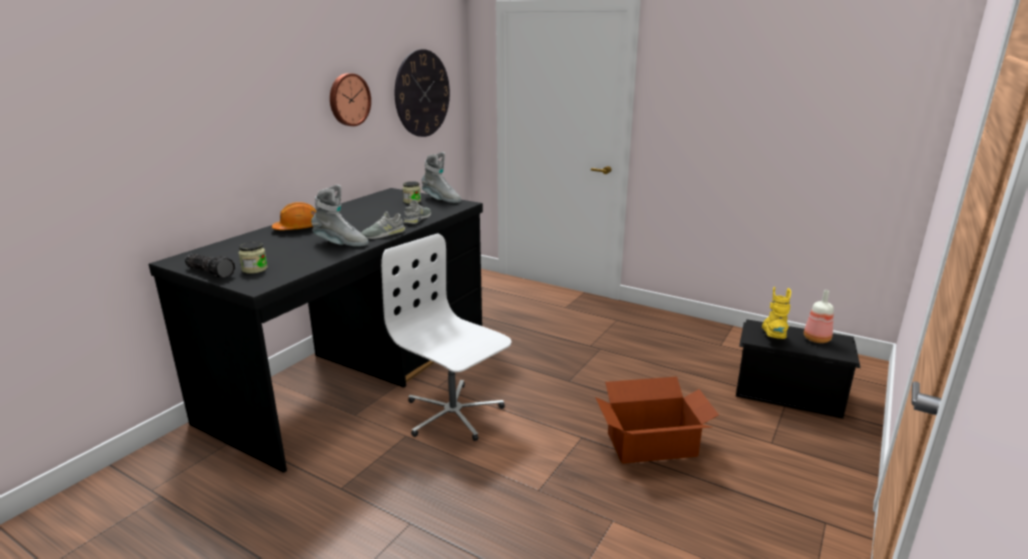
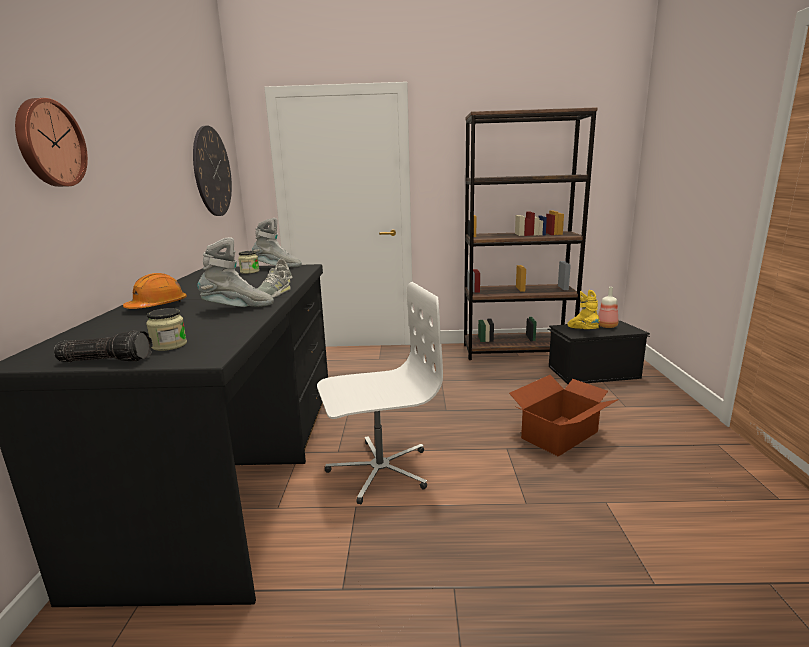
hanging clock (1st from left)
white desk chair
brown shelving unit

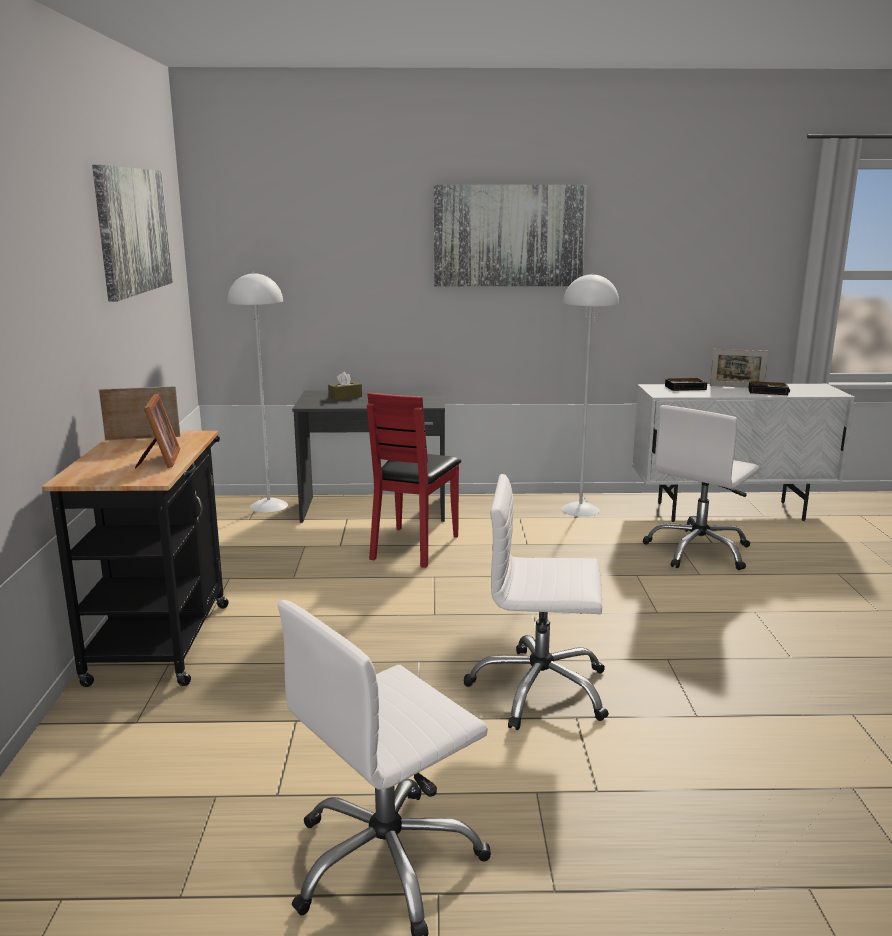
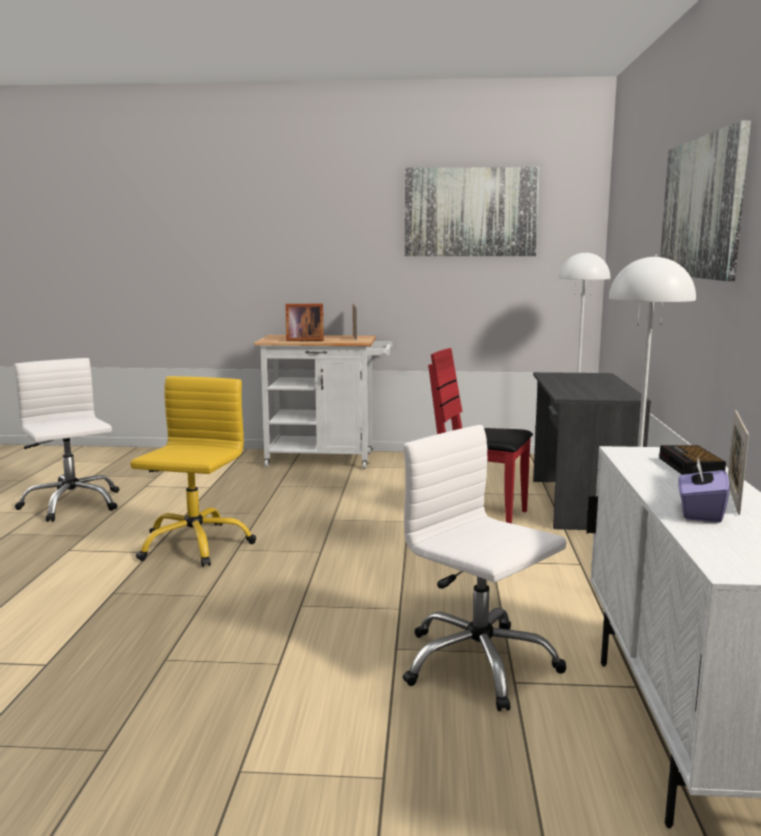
white trolley
brown tissue box
yellow-coloured desk chair
purple-coloured tissue box

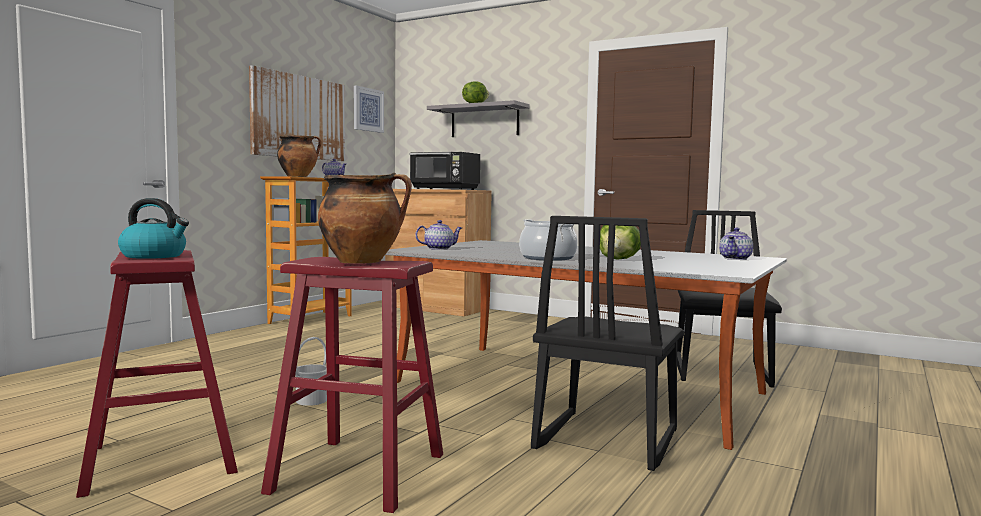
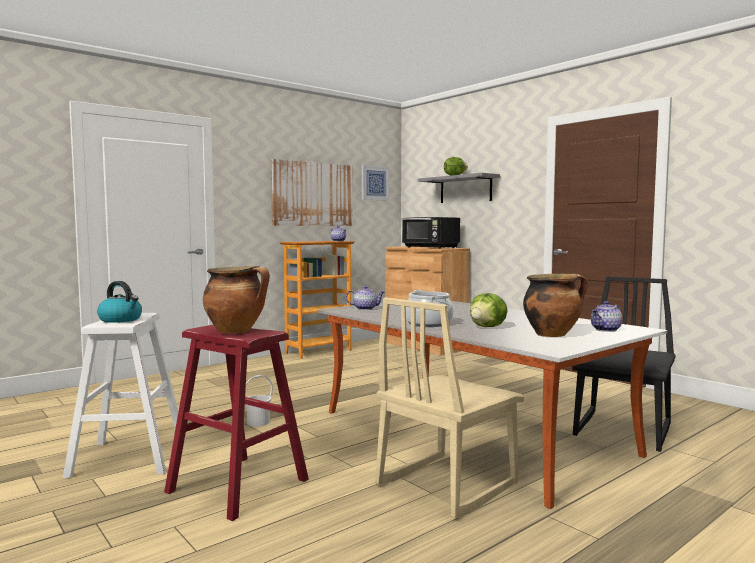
white stool
cooking pot (3rd from left)
beige-coloured plain chair

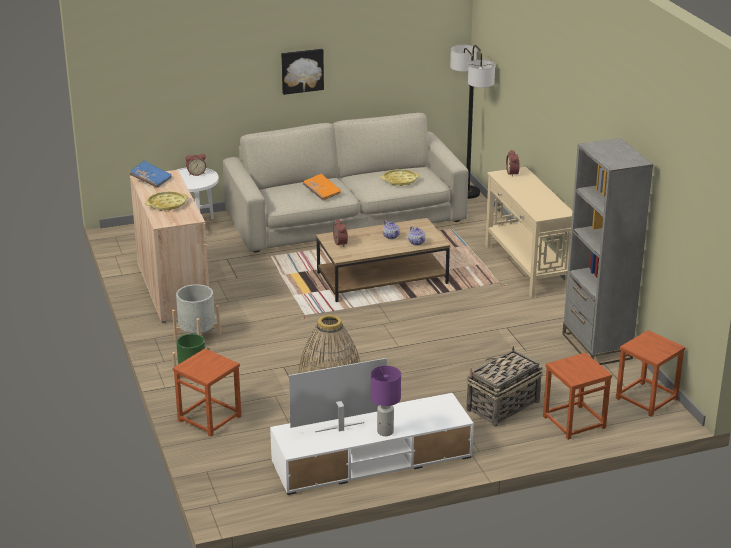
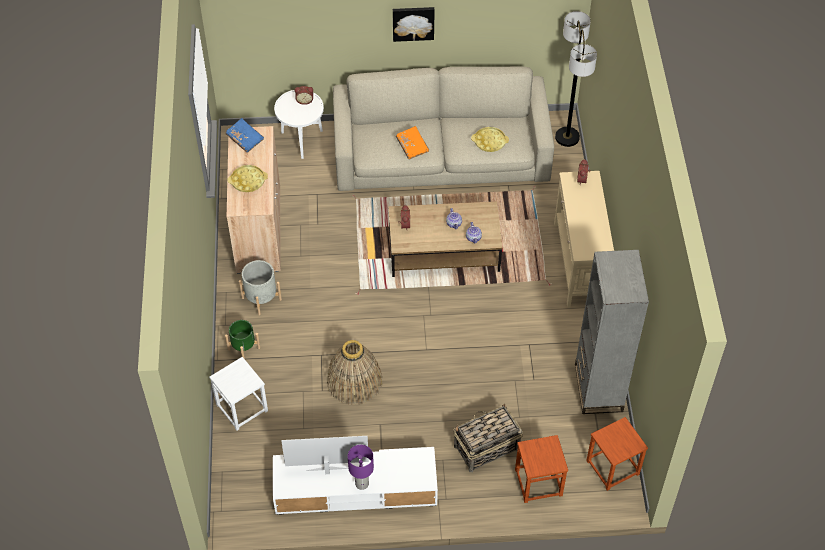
white stool

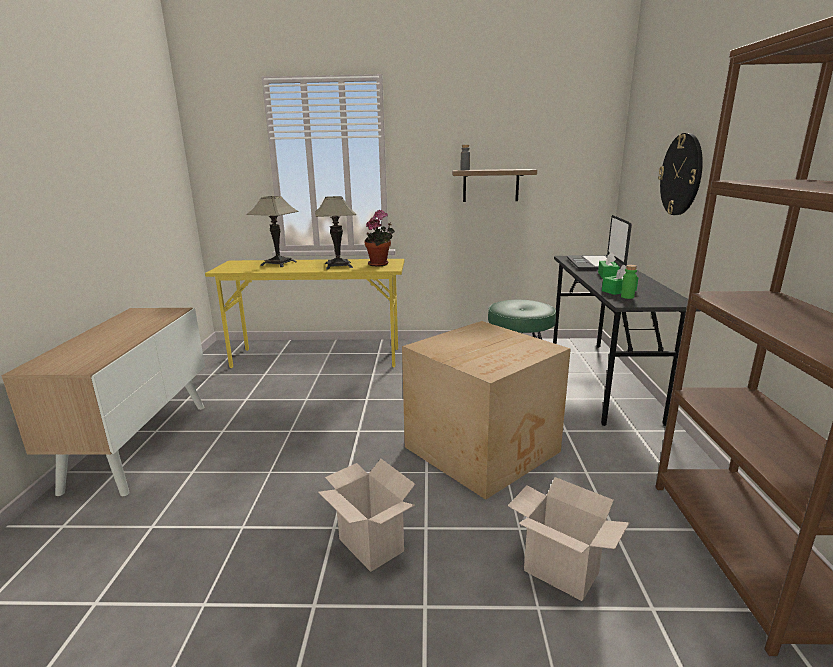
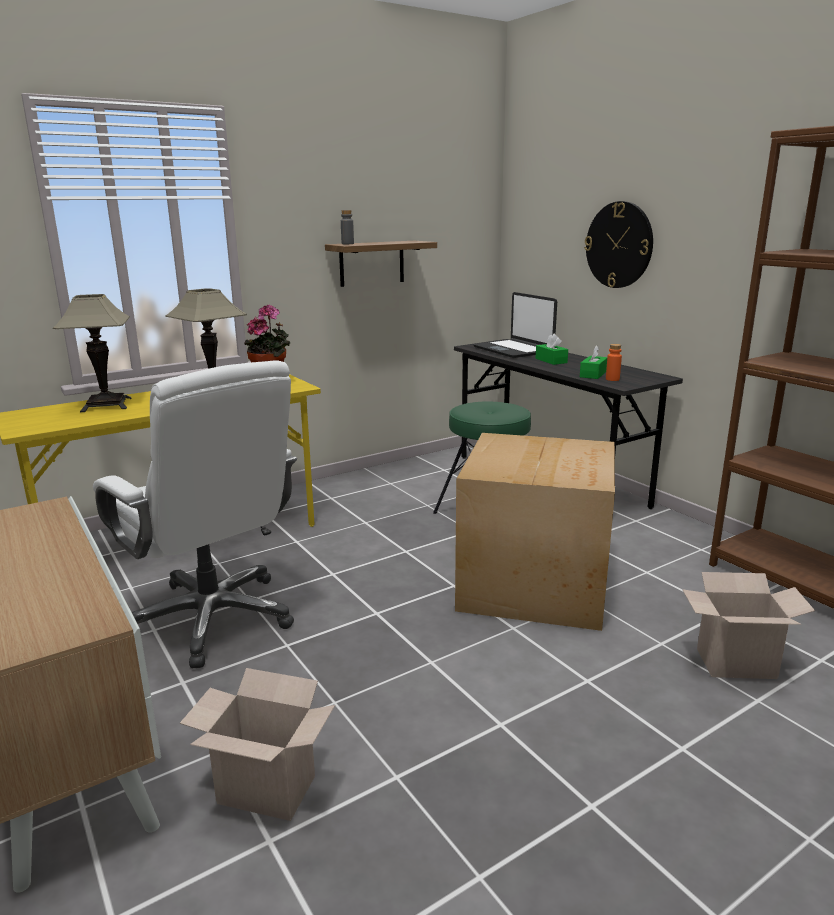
cardboard box (1st from left)
orangey bottle
white desk chair

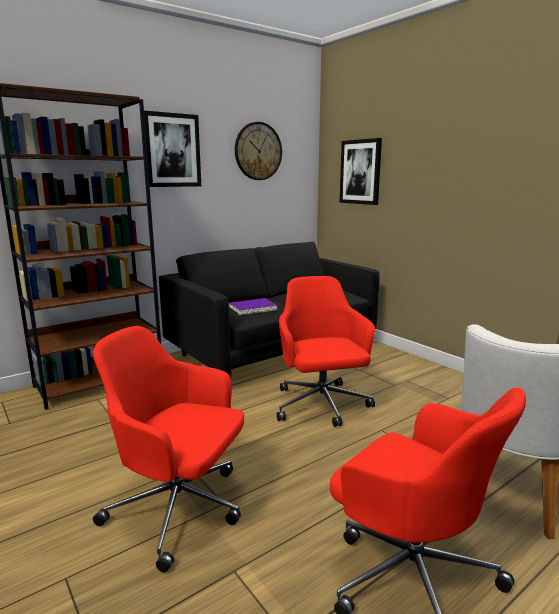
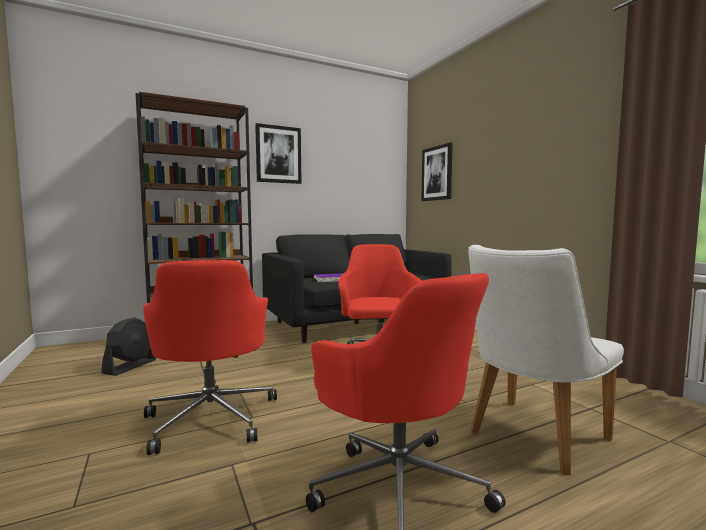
red-coloured desk chair (1st from left)
hanging clock
black-coloured fan

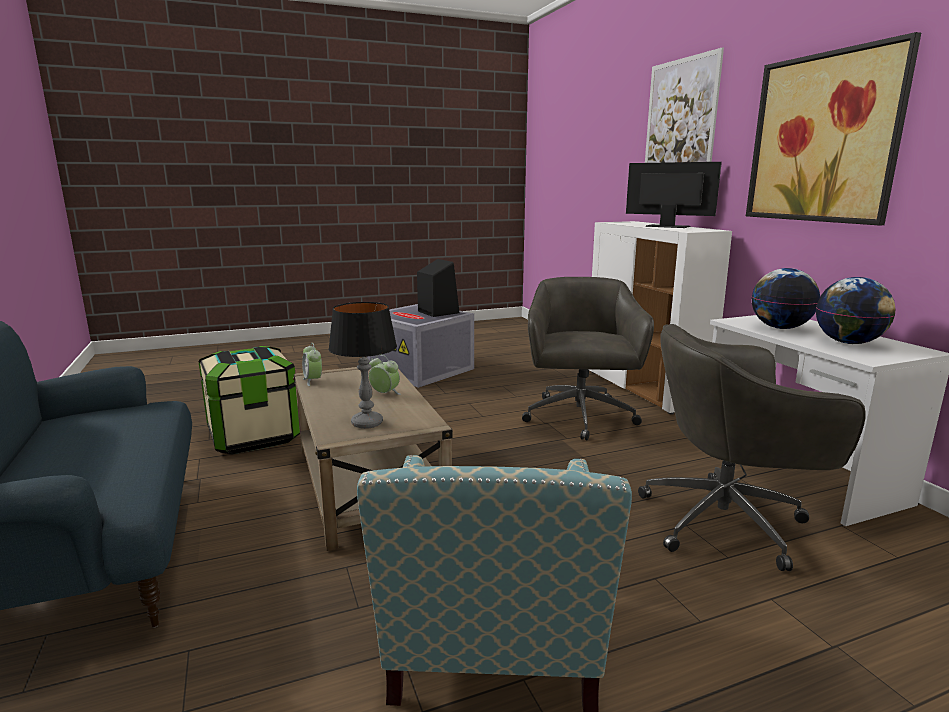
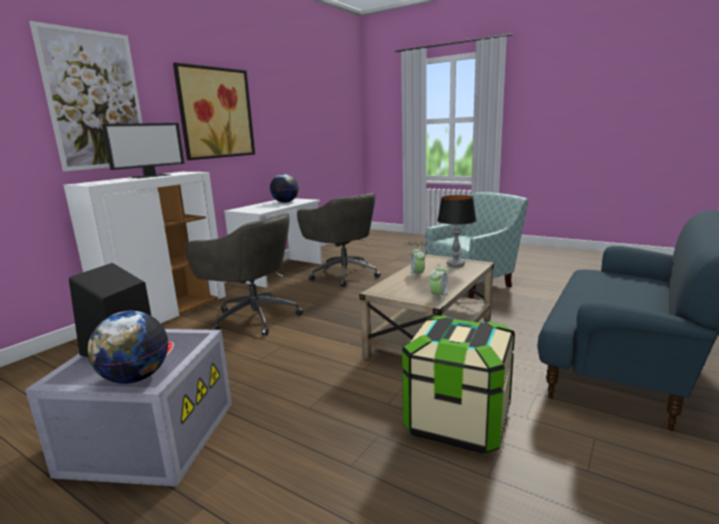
greyish desk chair (1st from left)
computer screen
world globe (1st from left)

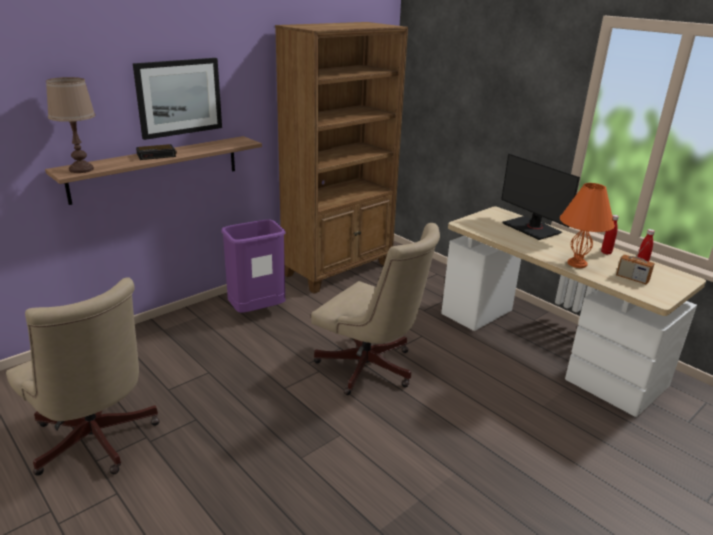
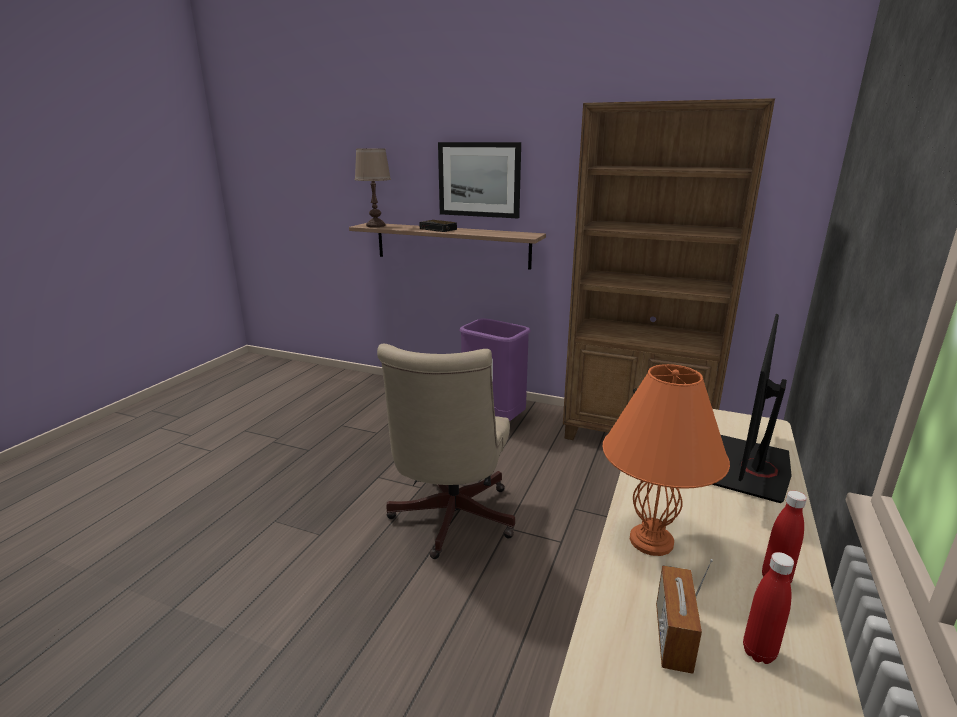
beige-coloured desk chair (1st from left in the first image)

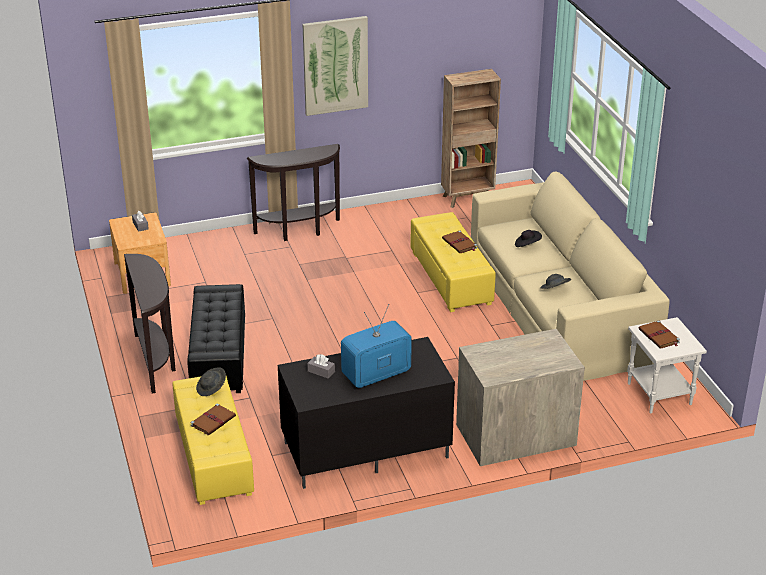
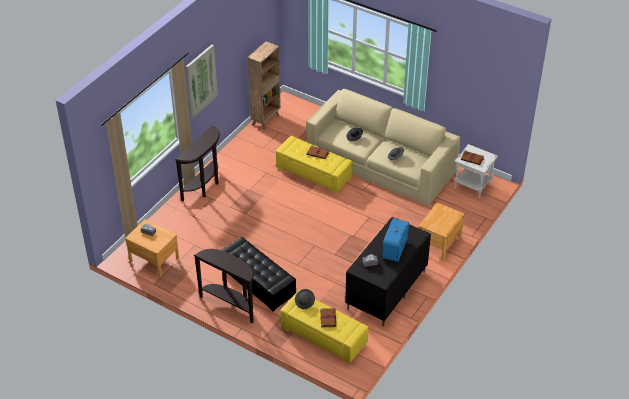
brown bedside table (2nd from left)

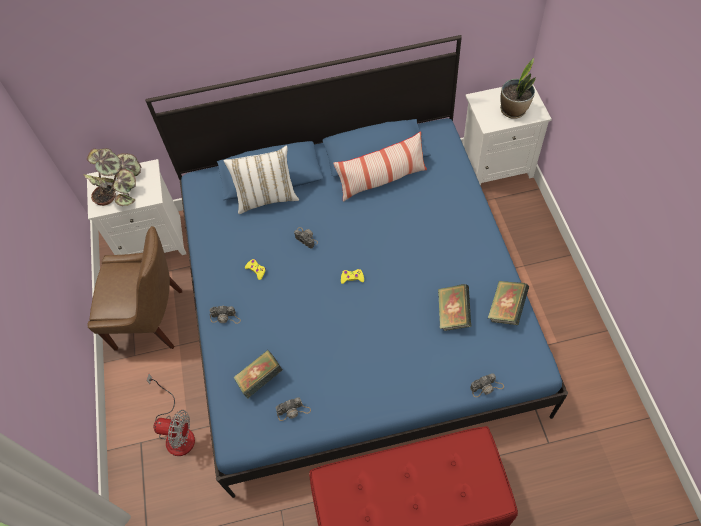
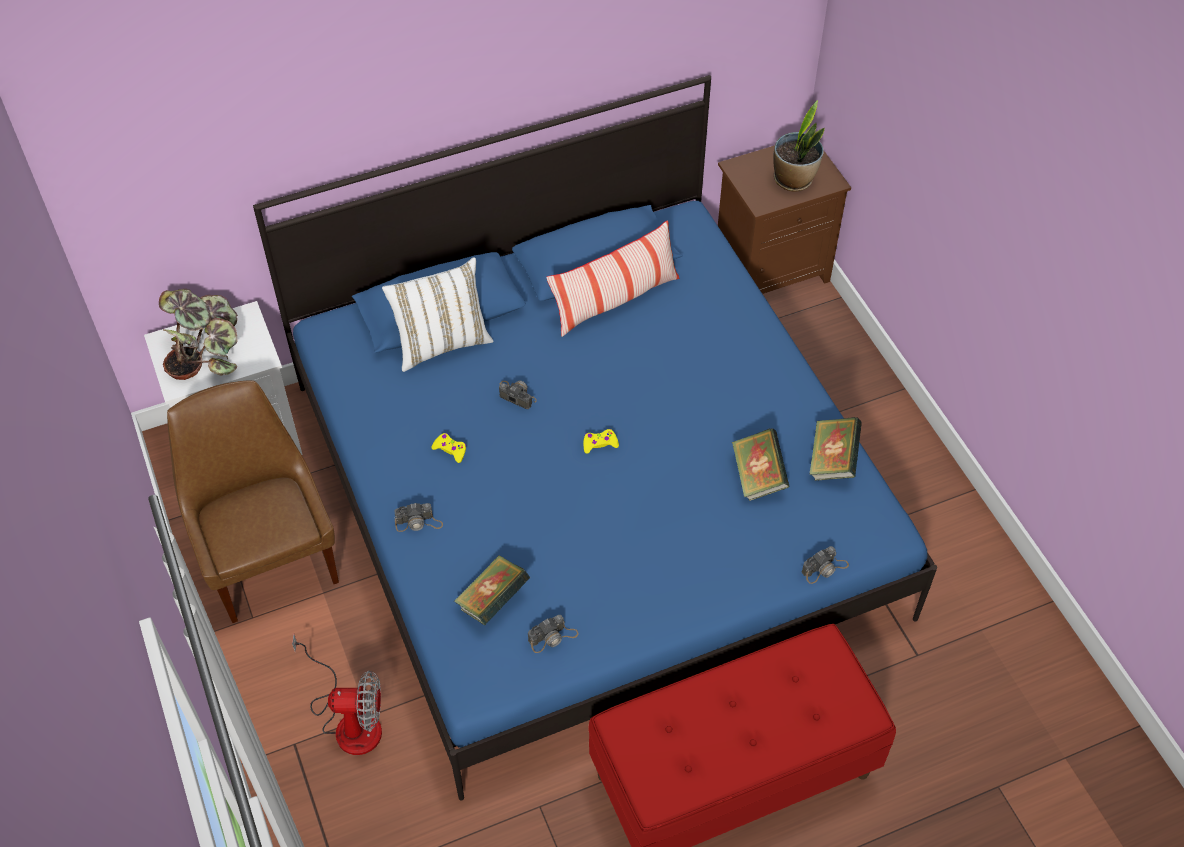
brown plain chair
brown bedside table

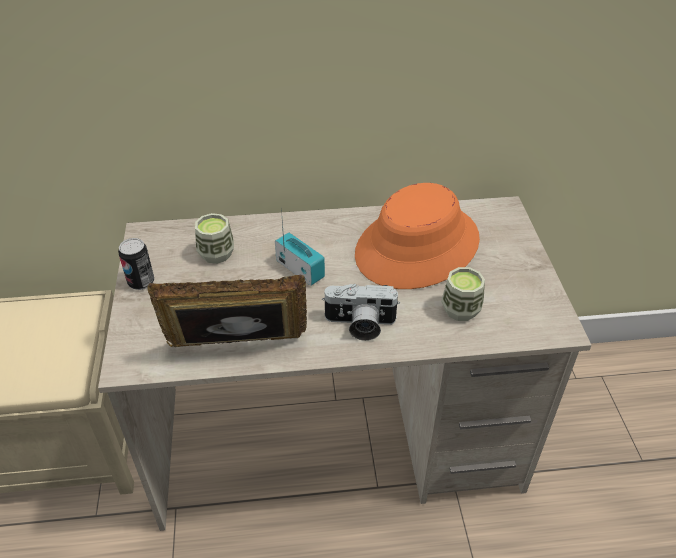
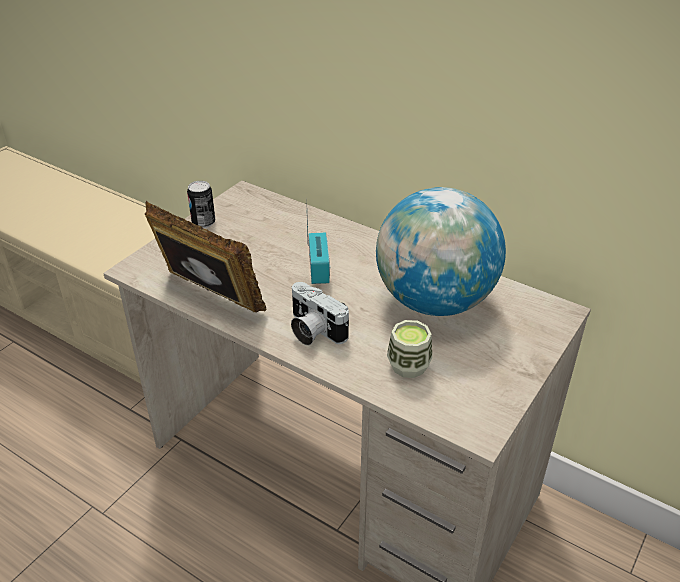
cup (1st from left in the first image)
world globe

